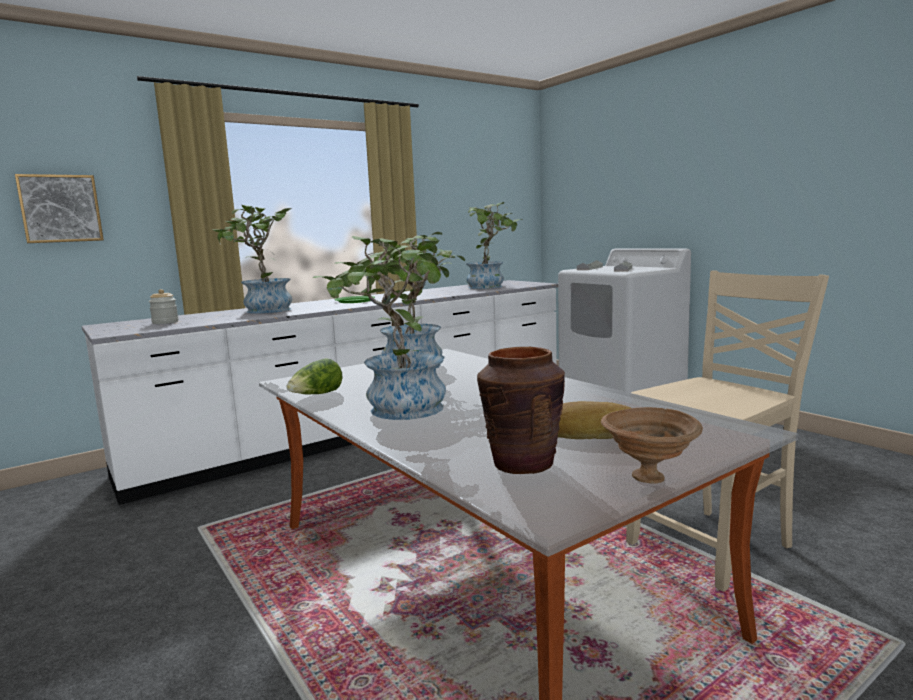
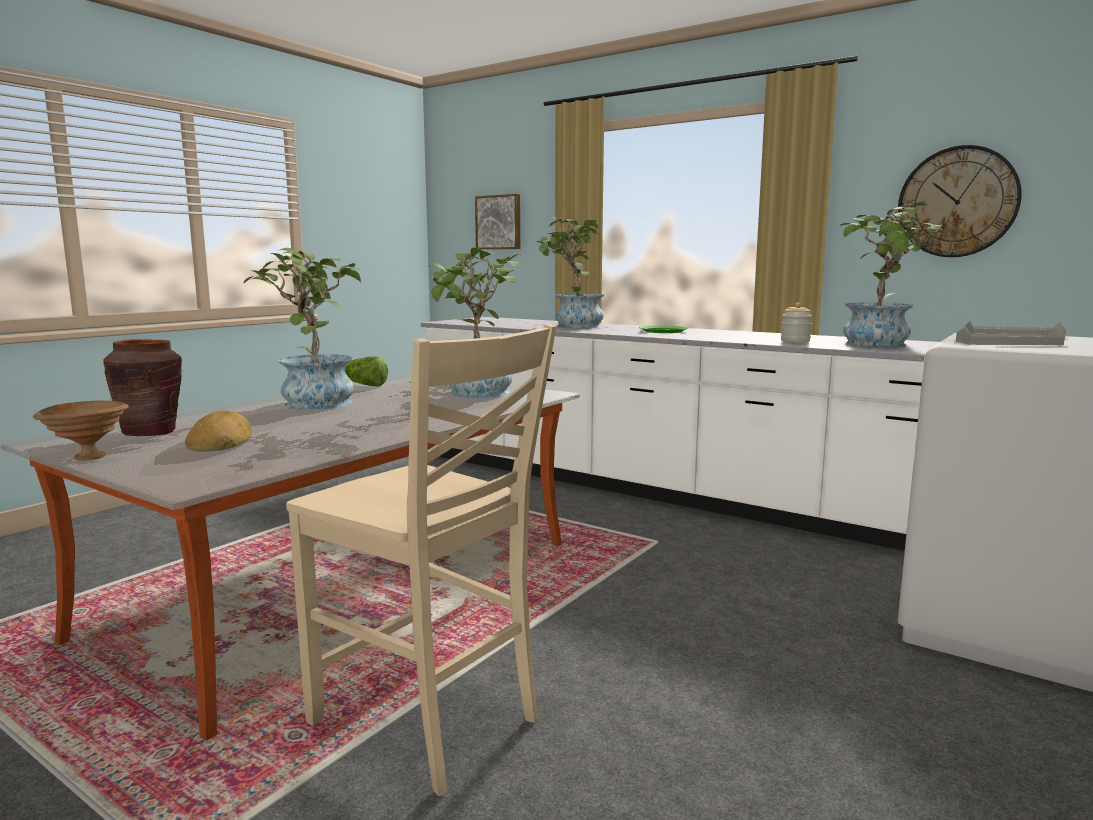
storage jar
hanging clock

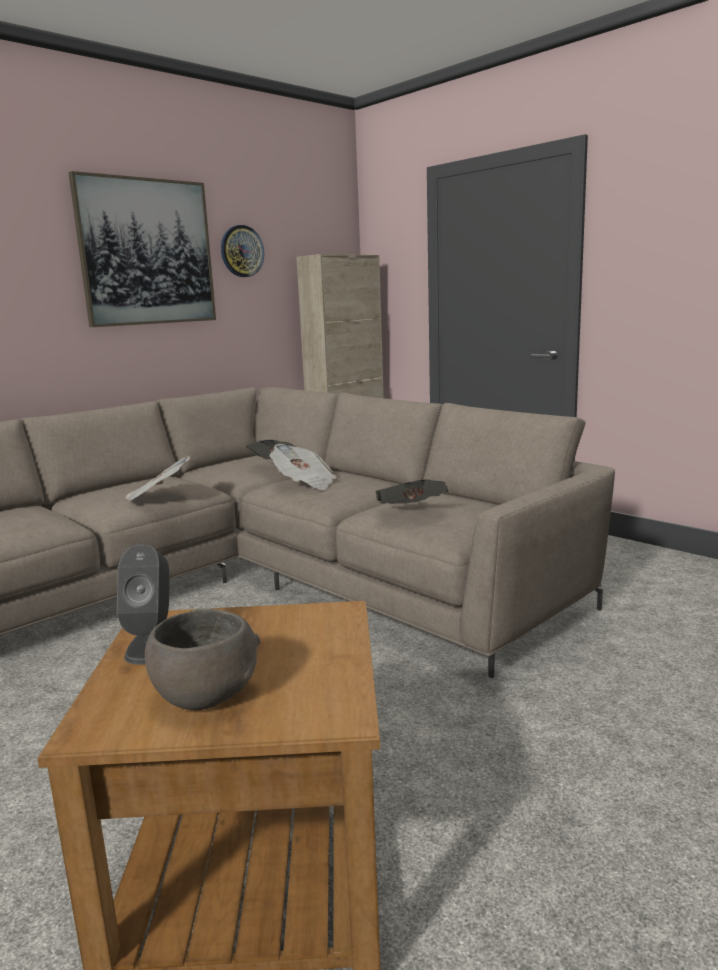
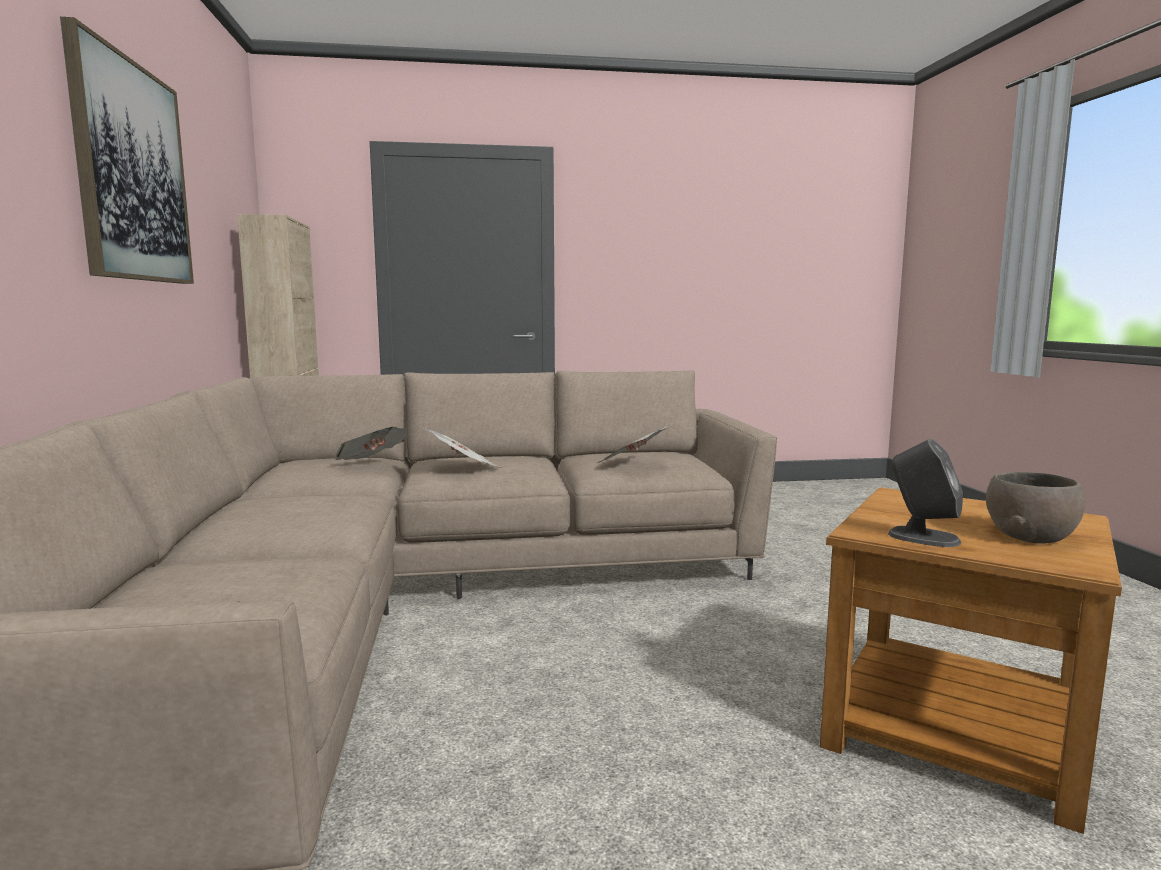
newspaper (1st from left in the first image)
hanging clock

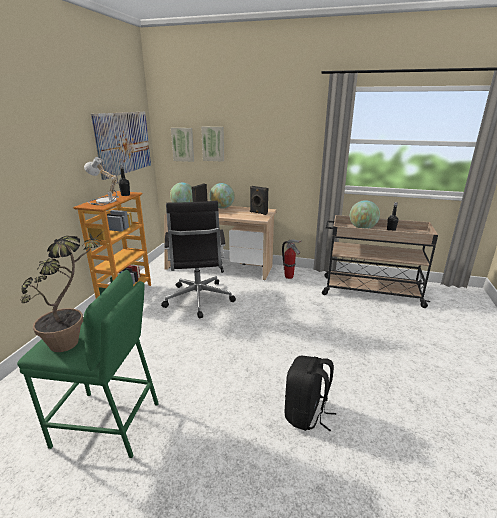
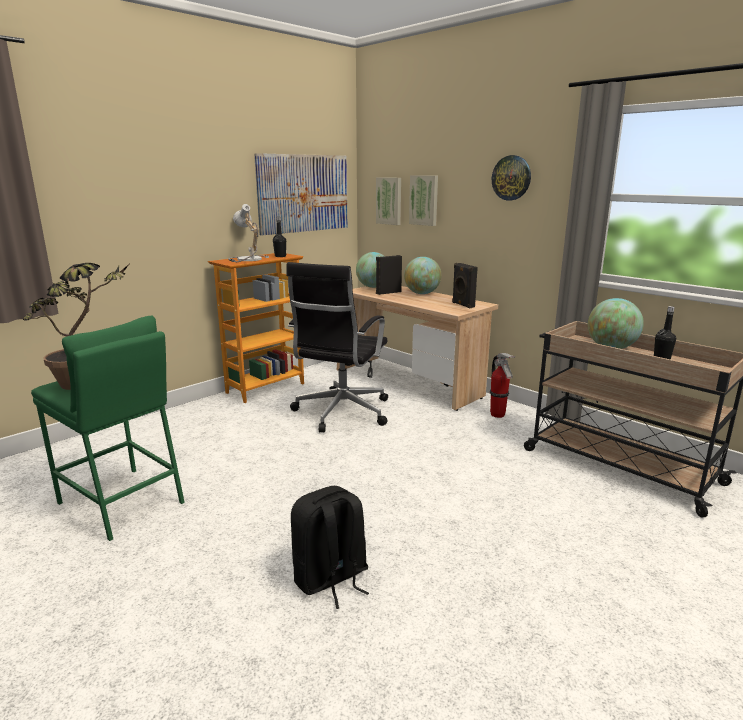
hanging clock

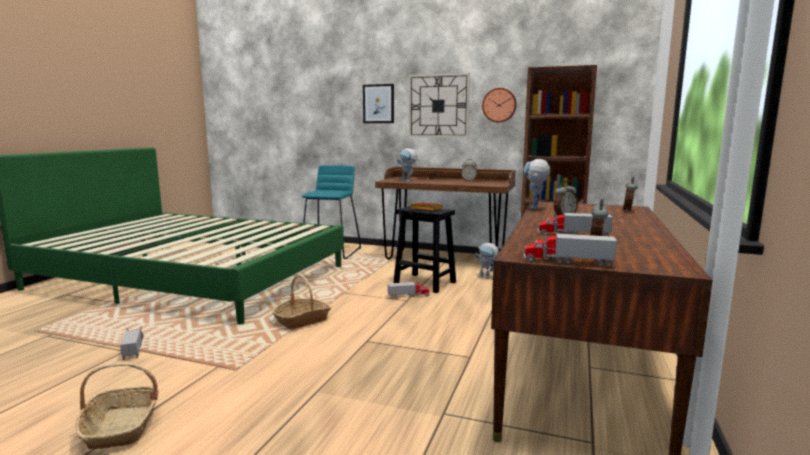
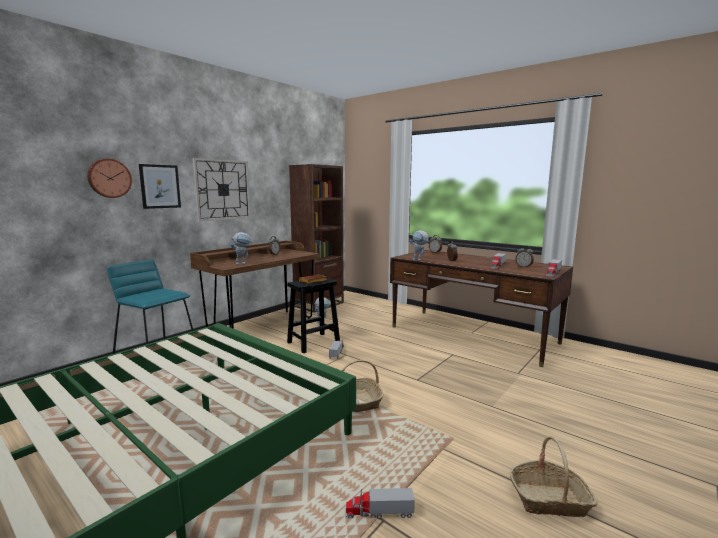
hanging clock (1st from left)

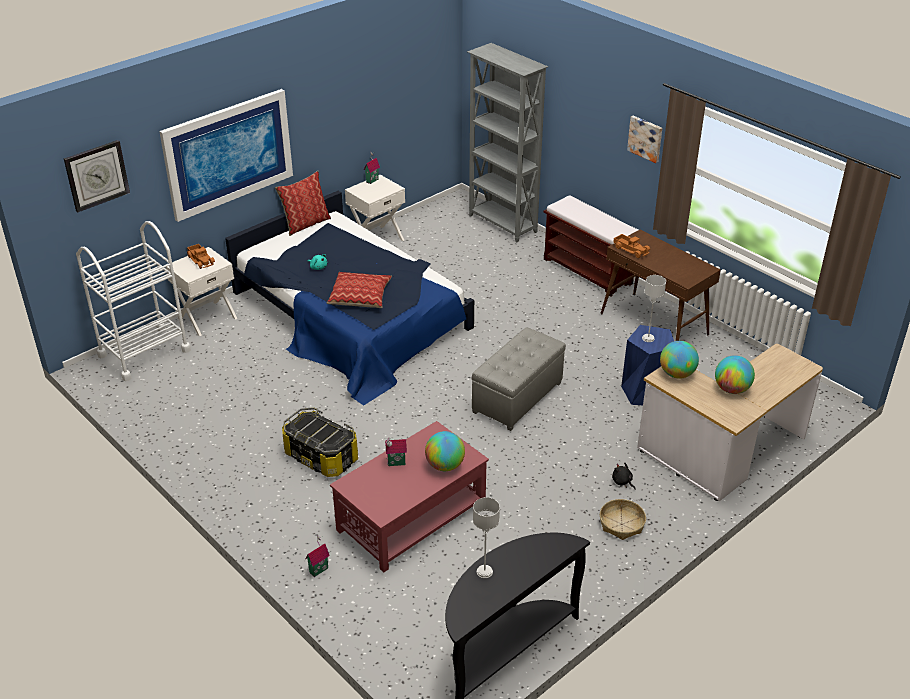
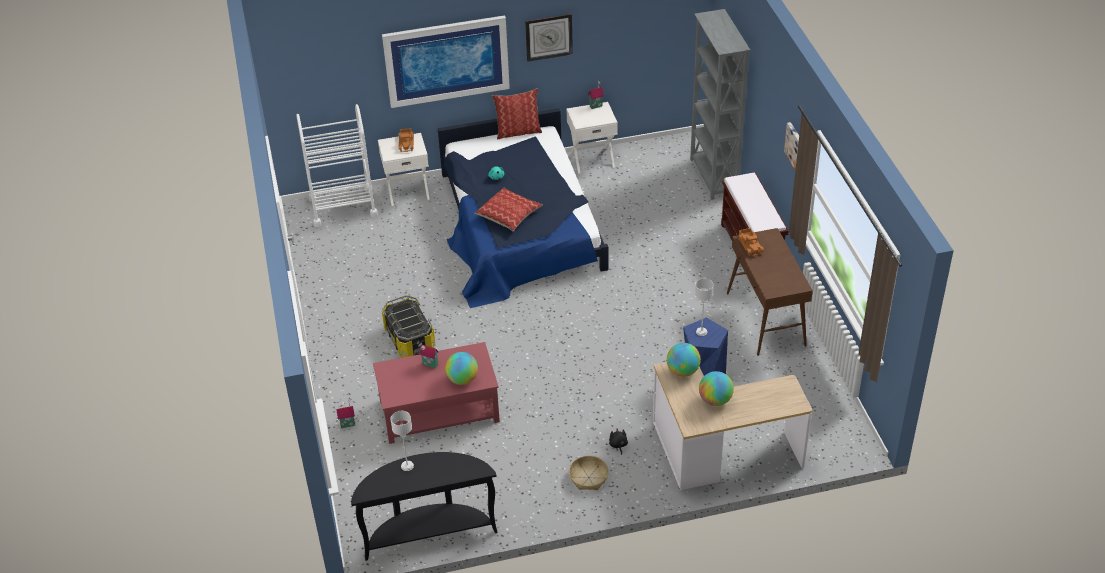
hanging clock
greyish footrest

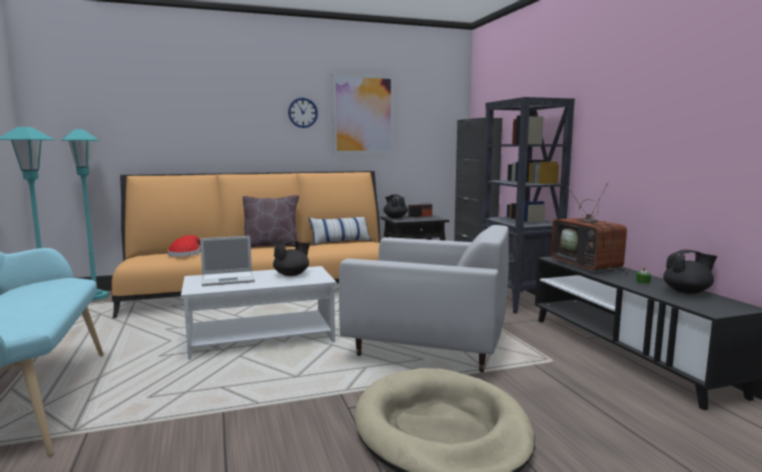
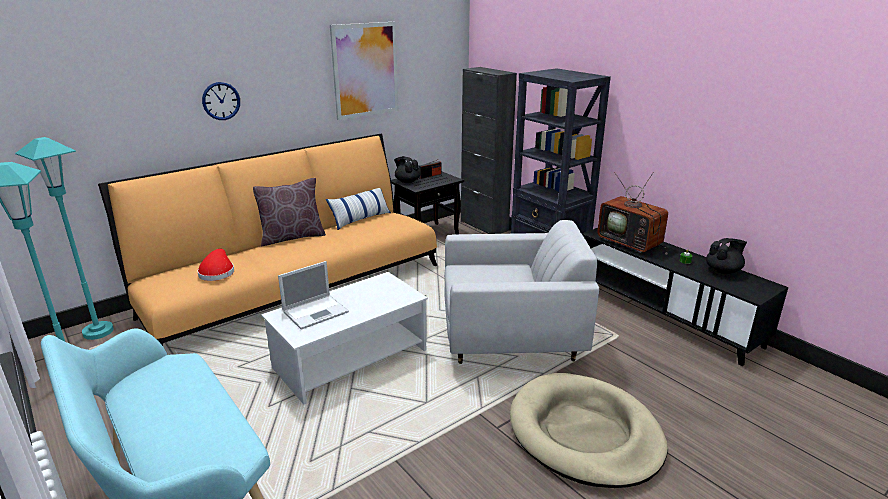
black-coloured pot for tea (1st from left in the first image)
hanging clock

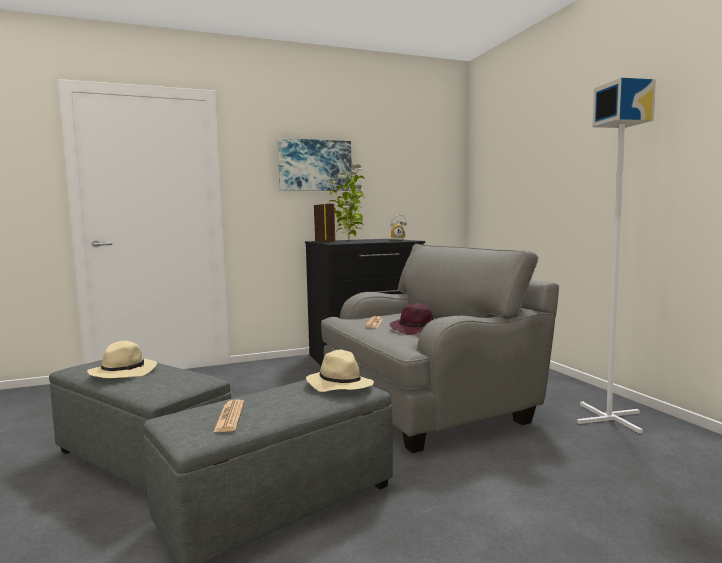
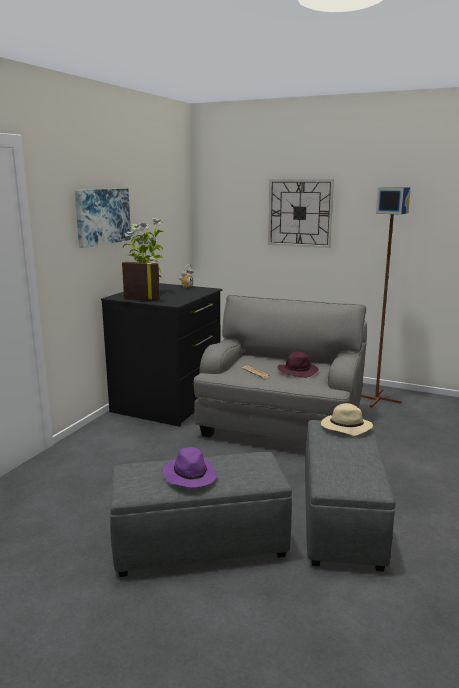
purple-coloured wearable hat (1st from left)
newspaper (1st from left in the first image)
brown floor lamp
hanging clock

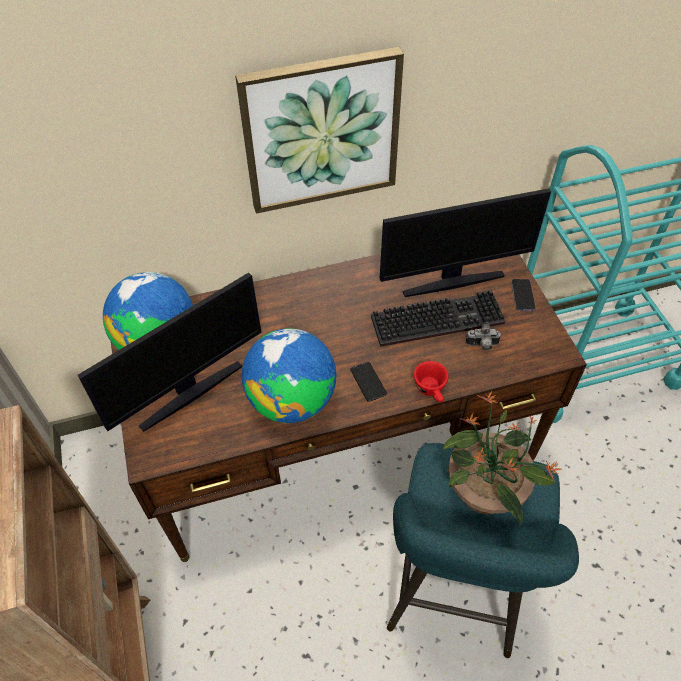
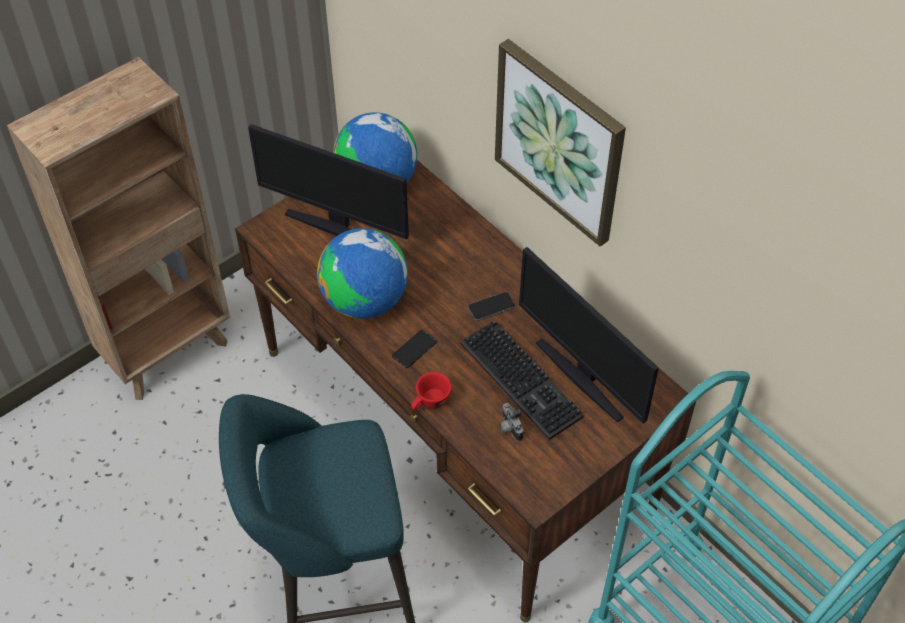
plant in a pot
handset (2nd from left)

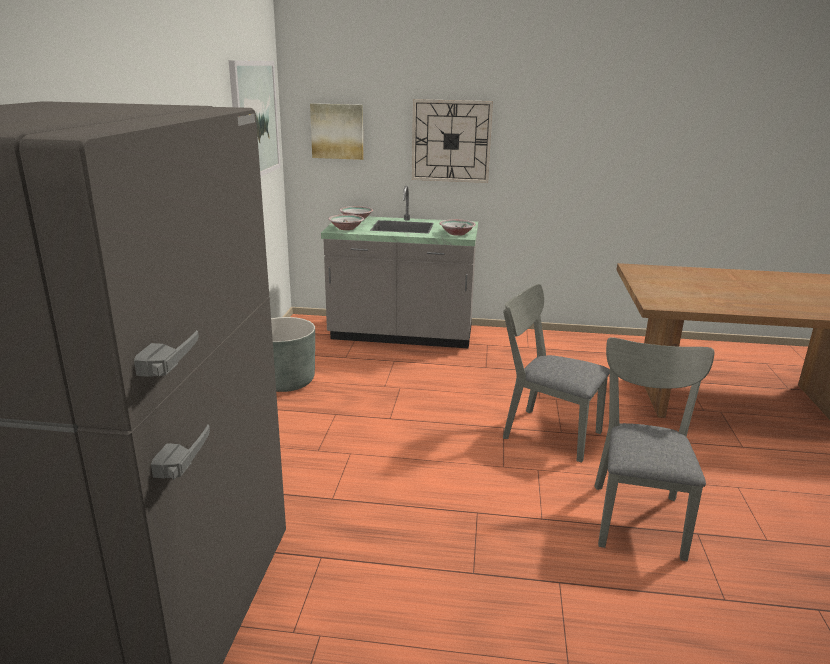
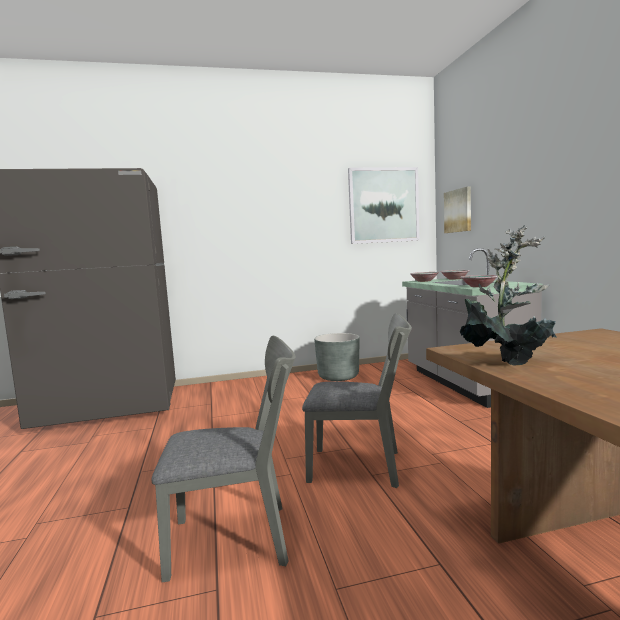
hanging clock
greyish plain chair (2nd from left)
plant in a pot

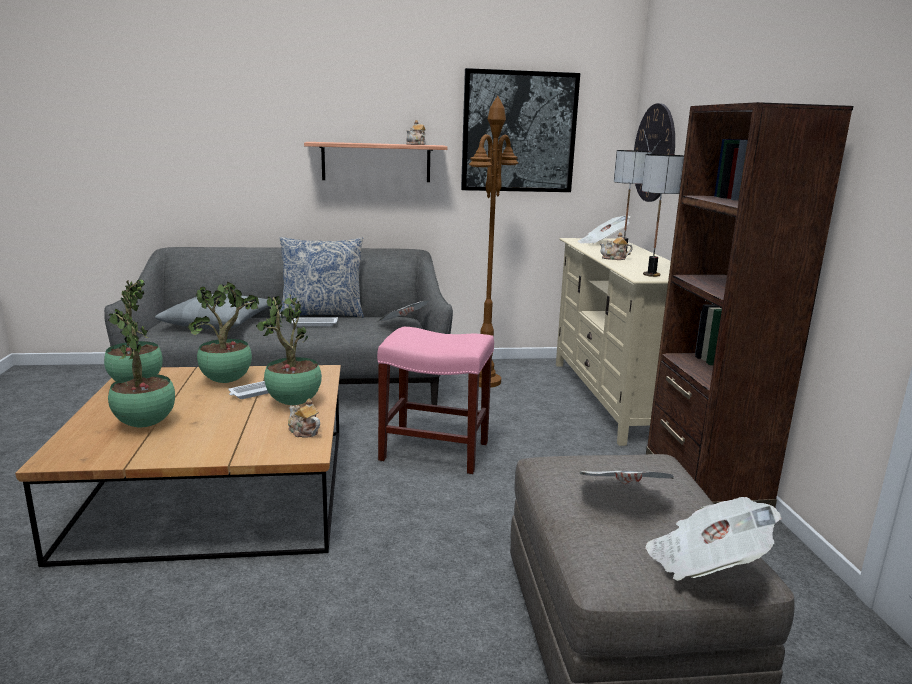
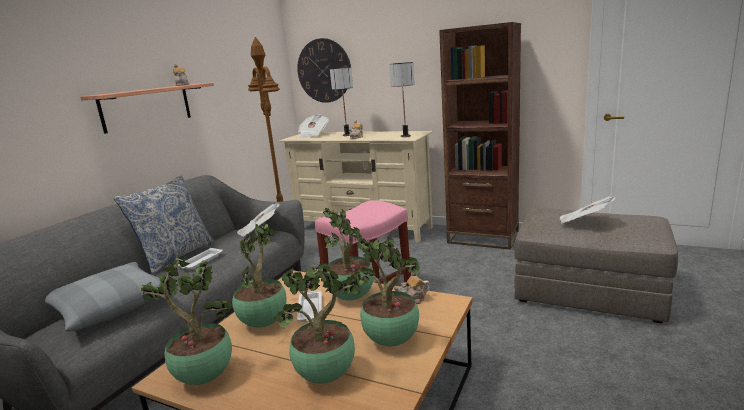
wall picture
newspaper (4th from left in the first image)
plant in a pot (5th from left)

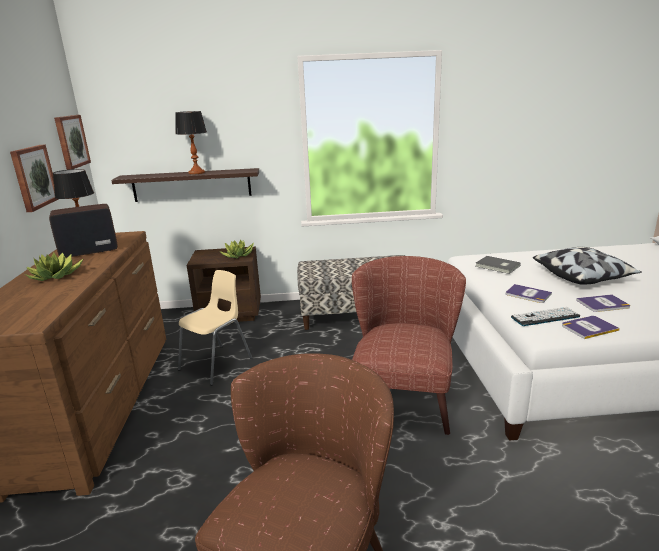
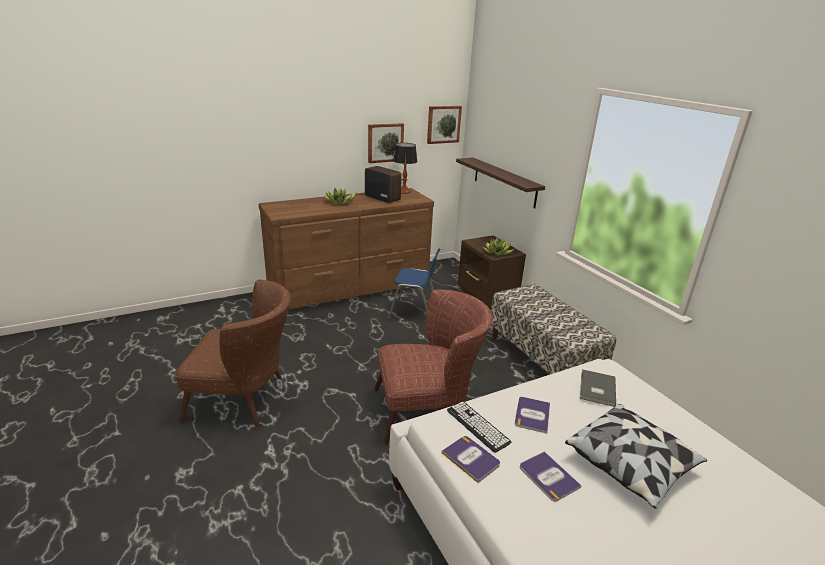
lamp for a table (2nd from left in the first image)
blue plain chair

